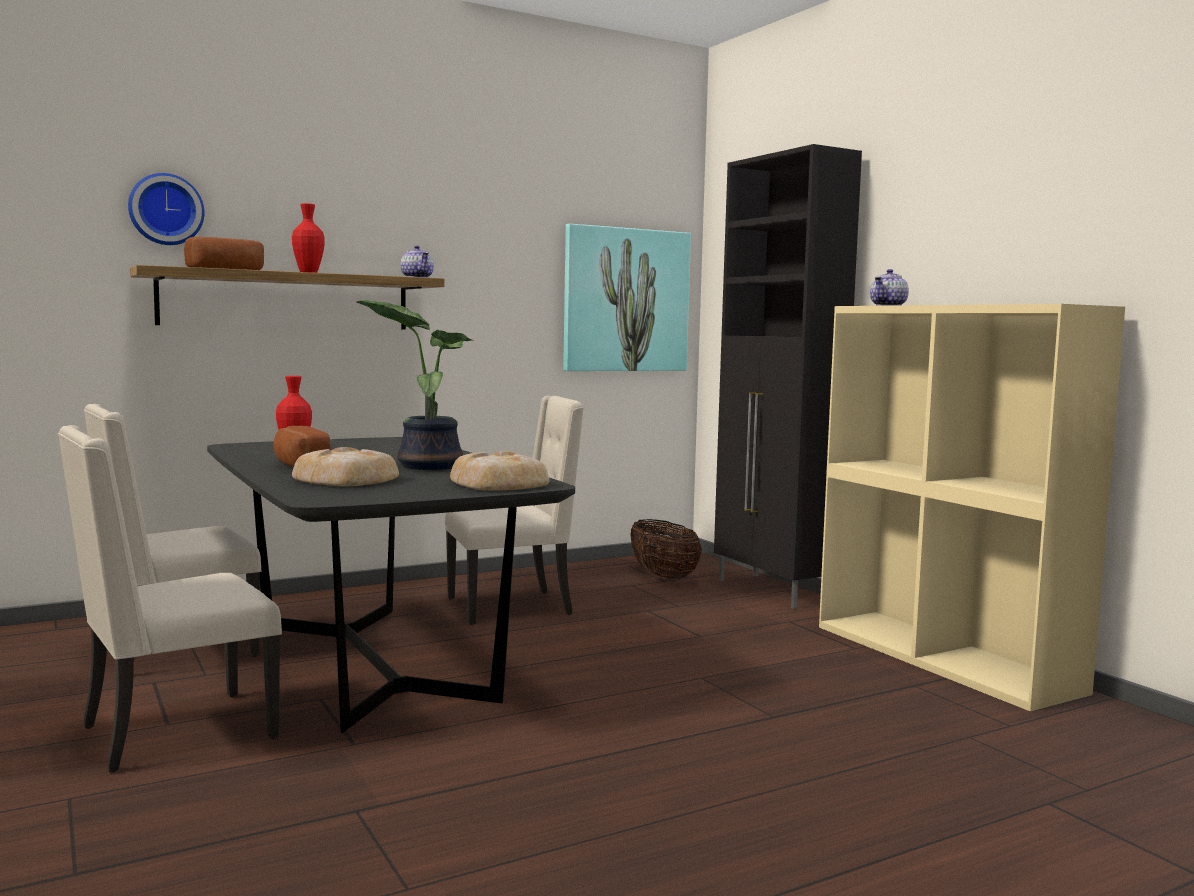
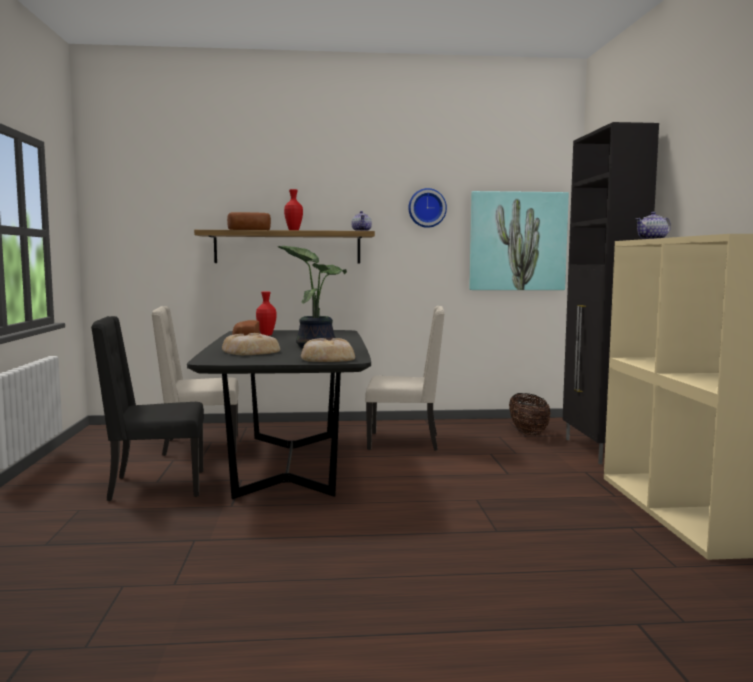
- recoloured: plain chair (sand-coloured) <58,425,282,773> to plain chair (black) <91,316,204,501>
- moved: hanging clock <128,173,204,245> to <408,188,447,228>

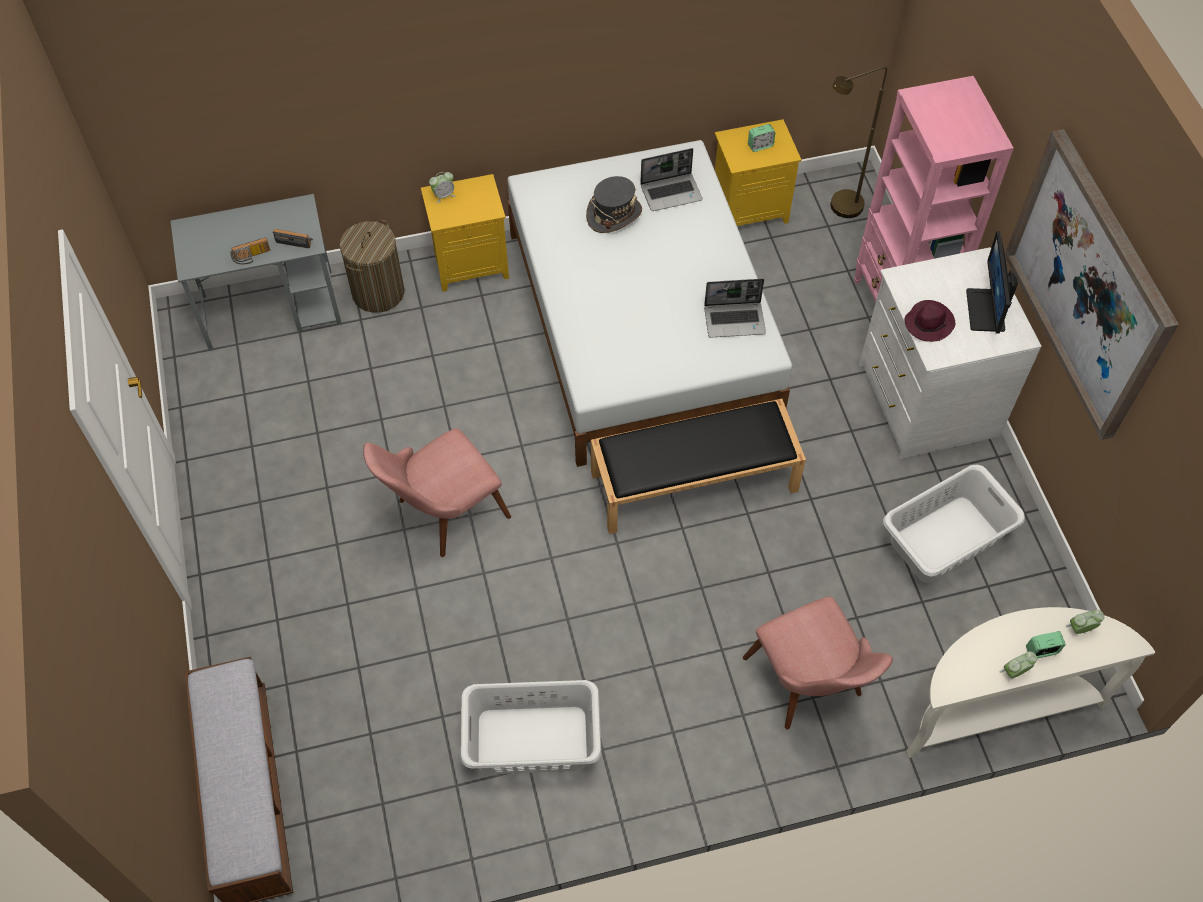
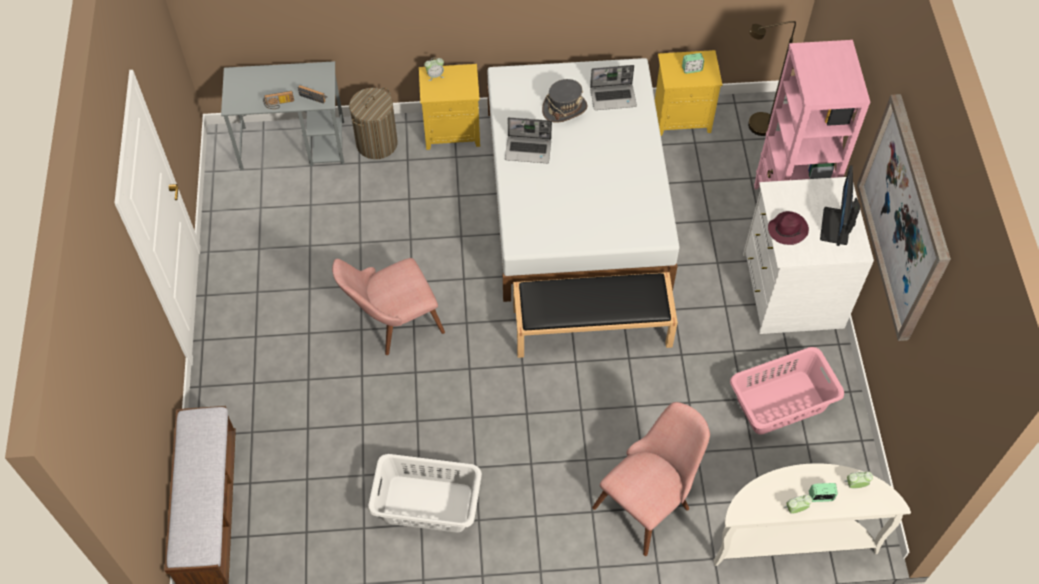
- moved: laptop <704,279,766,338> to <505,117,552,163>
- turned: plain chair (pink) <743,597,893,730> = <592,402,710,556> 120 degrees counterclockwise
- recoloured: laundry basket (white-coloured) <883,465,1025,583> to laundry basket (pink) <730,347,844,435>

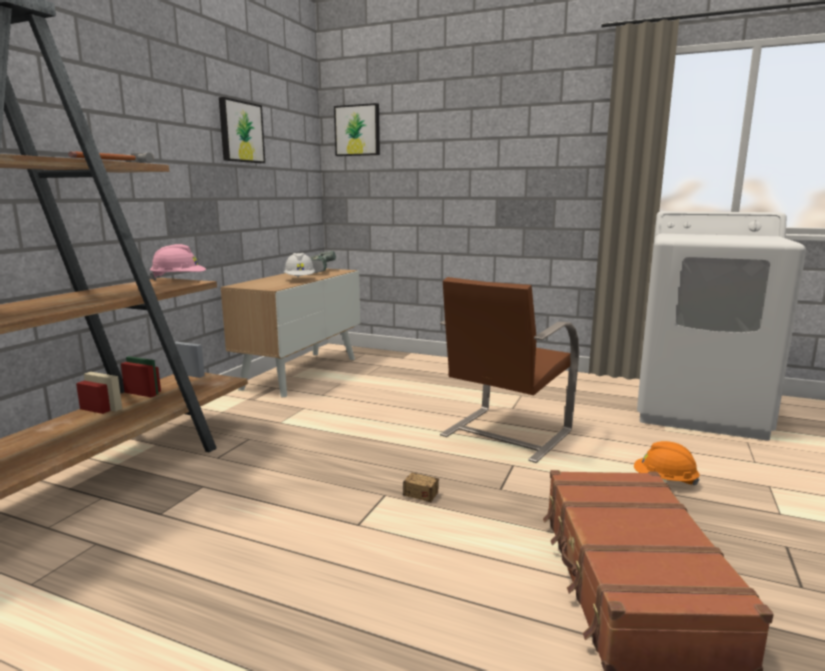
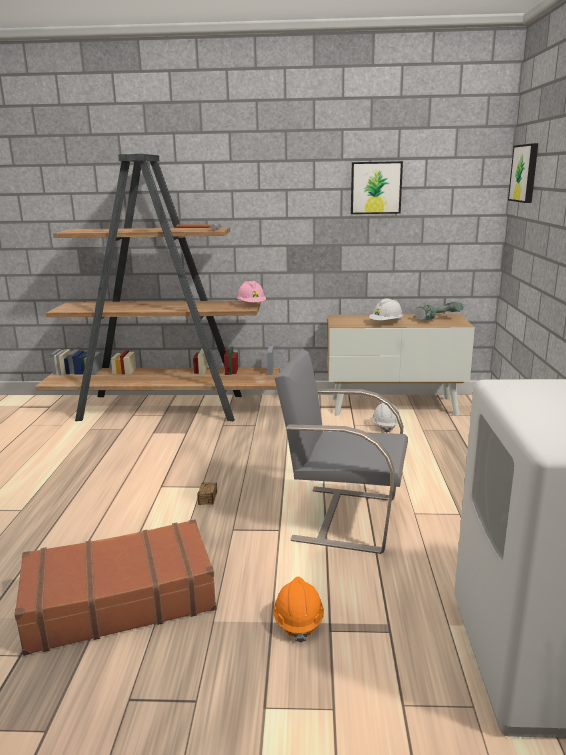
- recoloured: plain chair (brownish) <440,277,579,463> to plain chair (greyish) <275,350,408,554>
- added: hard hat (white-coloured) <372,403,399,433>

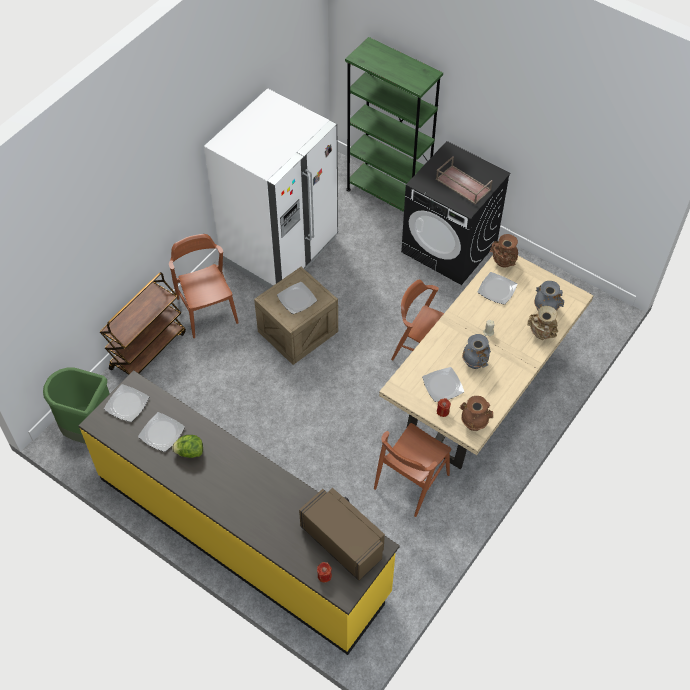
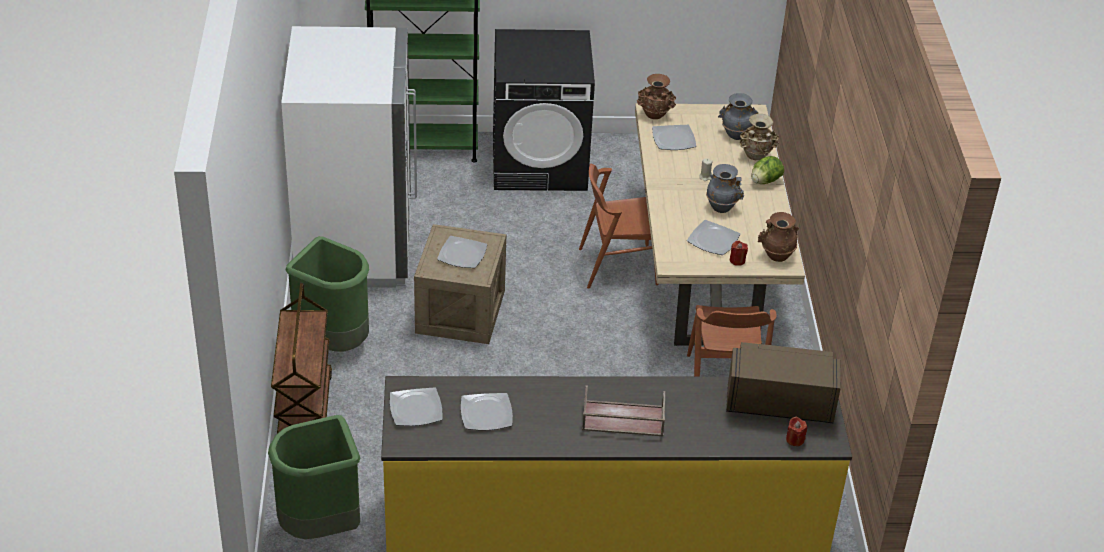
- replaced: plain chair (brownish) <169,234,239,338> to waste bin (green) <285,236,369,352>
- moved: tray (brownish) <436,156,492,205> to <582,385,665,436>
- moved: lettuce head <172,435,203,458> to <752,156,784,184>

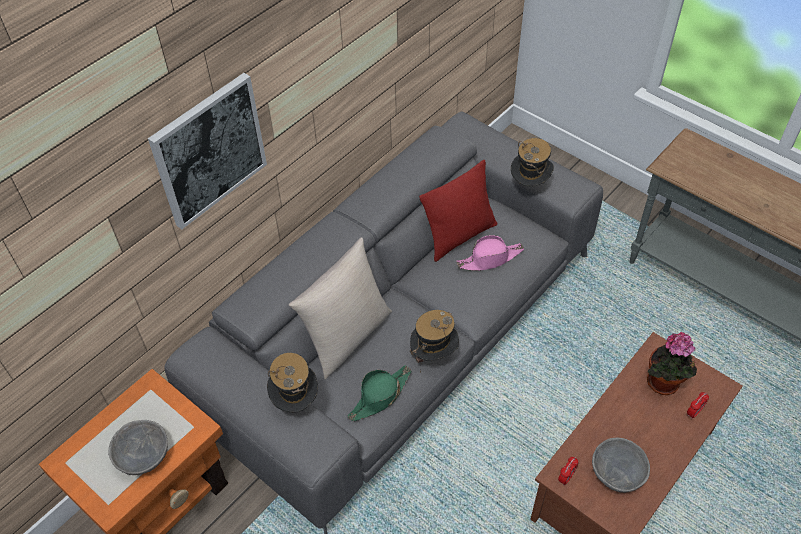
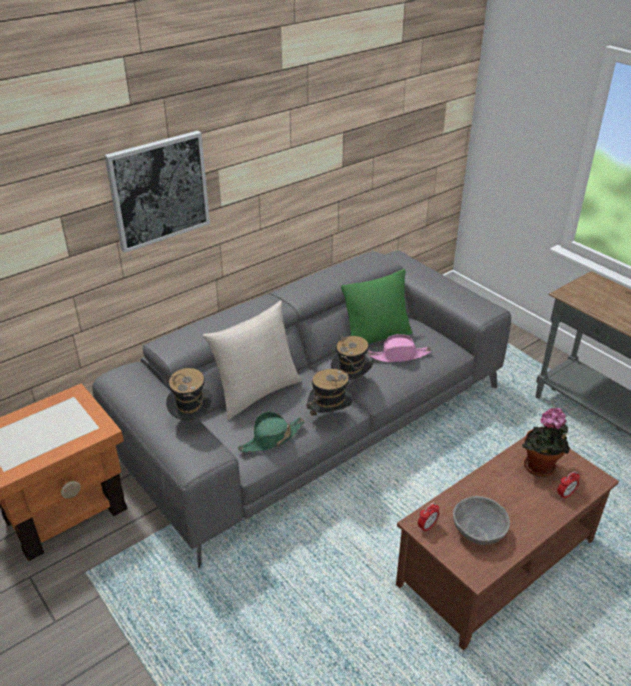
- moved: hat <511,138,554,186> to <331,335,373,380>
- recoloured: throw pillow (red-coloured) <419,160,497,262> to throw pillow (green) <341,269,412,344>
- removed: deep dish (greyish) <108,420,168,475>

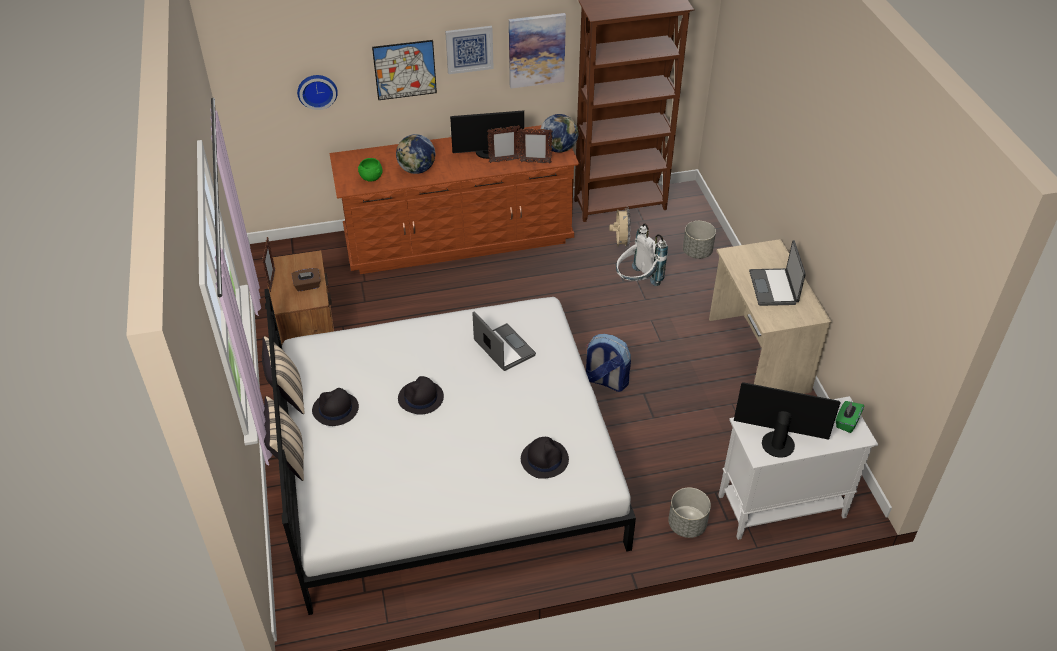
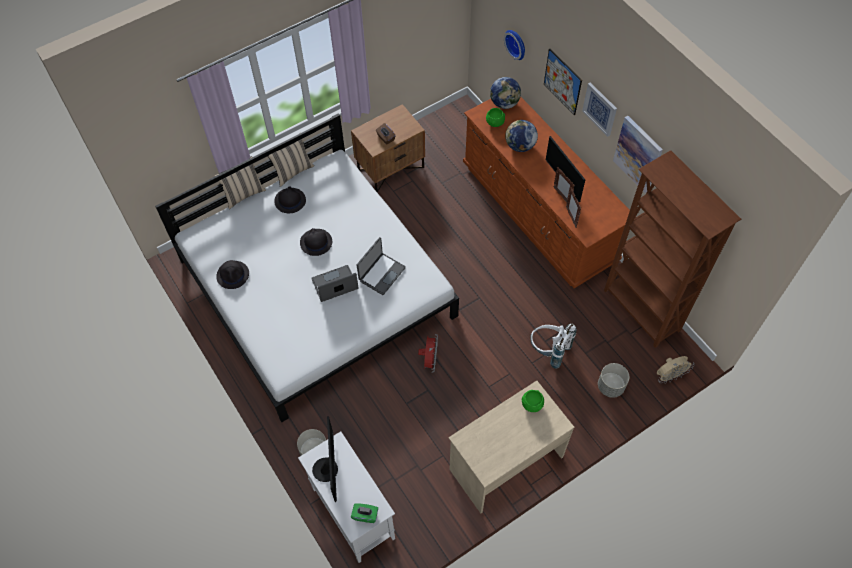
- moved: hat (black) <521,437,569,479> to <216,260,249,289>
- moved: laptop <749,240,806,306> to <311,265,358,302>
- replaced: rucksack <586,334,631,392> to fan (red-coloured) <418,334,438,373>
- moved: world globe <541,114,578,153> to <490,77,521,109>
- added: deep dish (green) <522,390,544,412>
- moved: fan (sand-coloured) <609,207,631,249> to <657,356,694,384>
- removed: photo frame <262,237,275,292>

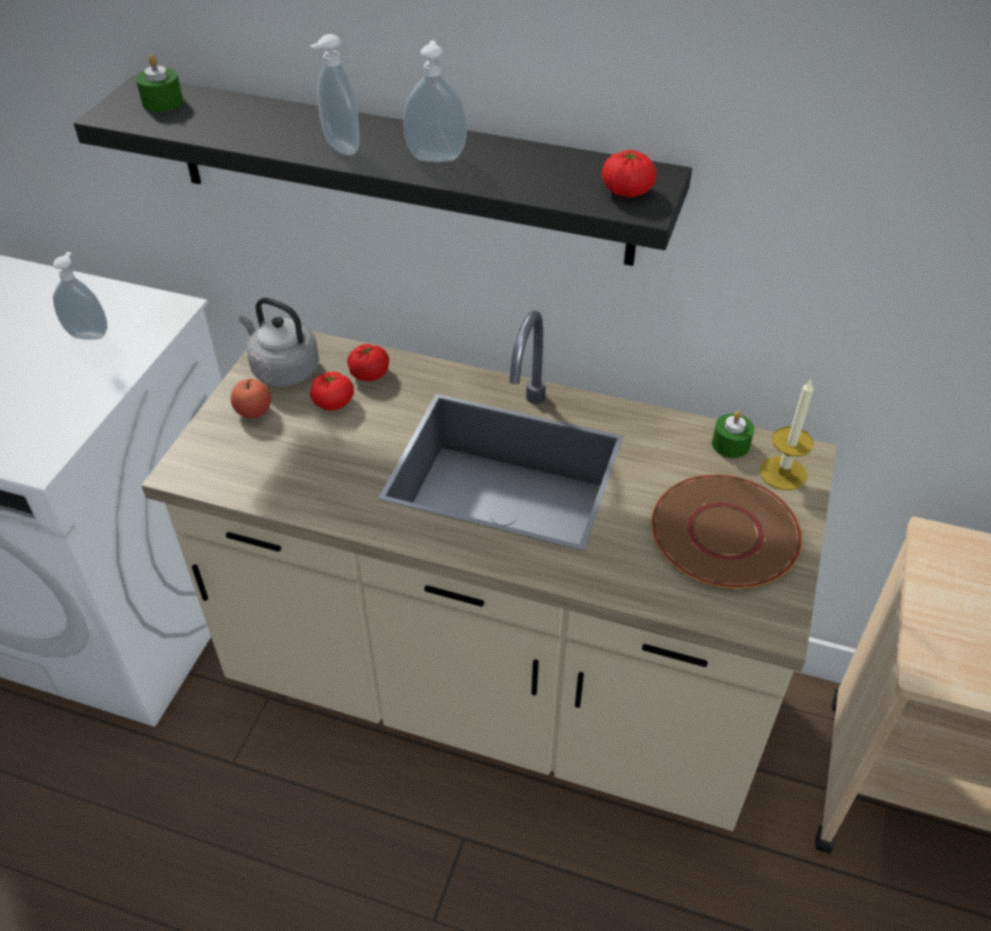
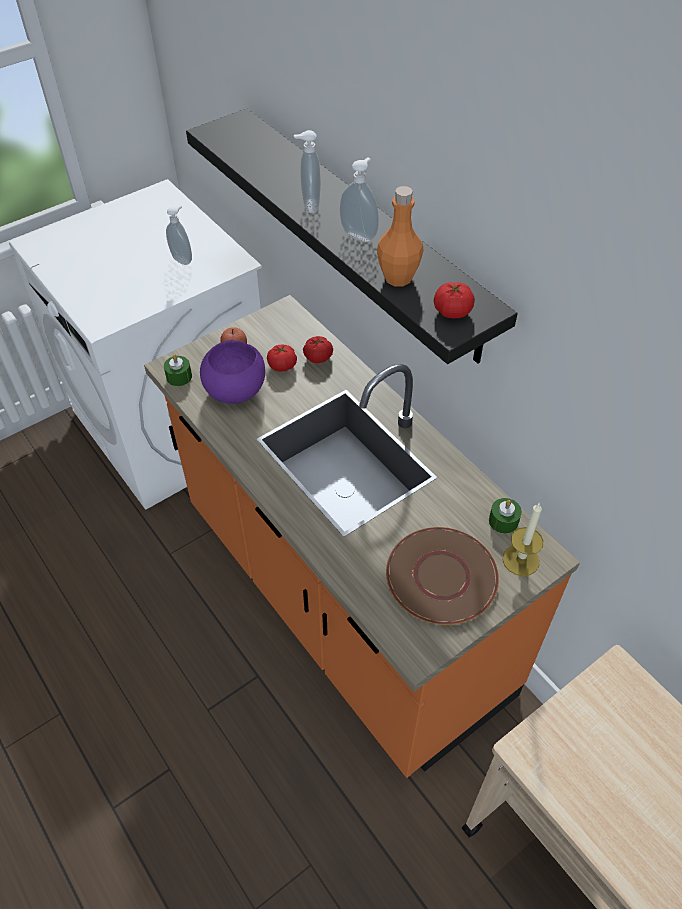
- recoloured: kitchen counter (sand-coloured) <141,310,837,831> to kitchen counter (orange) <144,295,580,778>
- moved: wax light (green) <136,55,183,112> to <164,354,192,386>
- added: deep dish (purplish) <200,340,265,404>
- added: drink bottle (orange) <377,186,424,286>
- removed: kettle (greyish) <239,298,319,386>

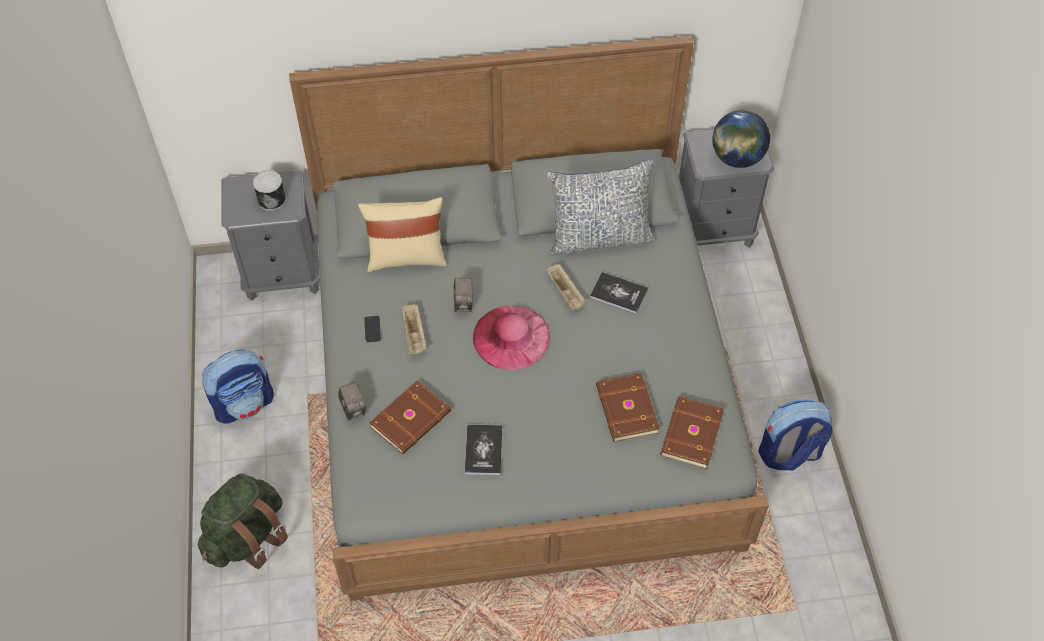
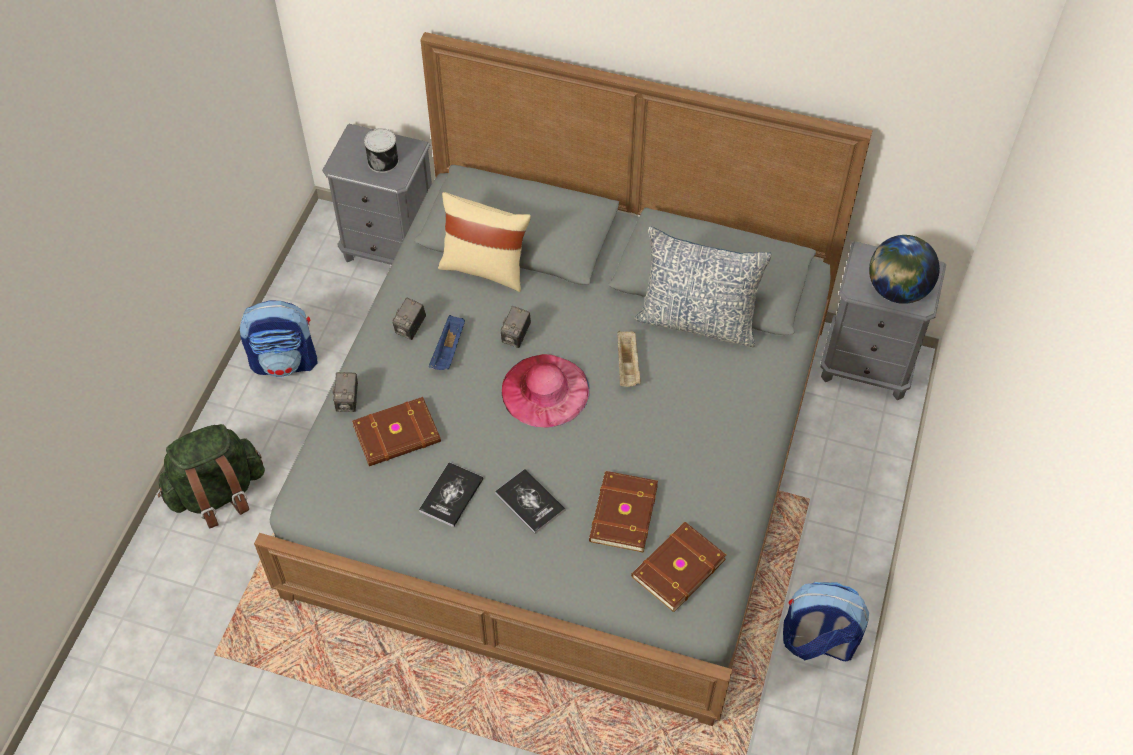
- replaced: handset <364,316,381,342> to still camera <392,298,426,340>
- recoloured: tray (sand-coloured) <402,304,427,354> to tray (blue) <429,315,465,370>
- moved: bound book <590,272,648,314> to <495,469,565,534>

